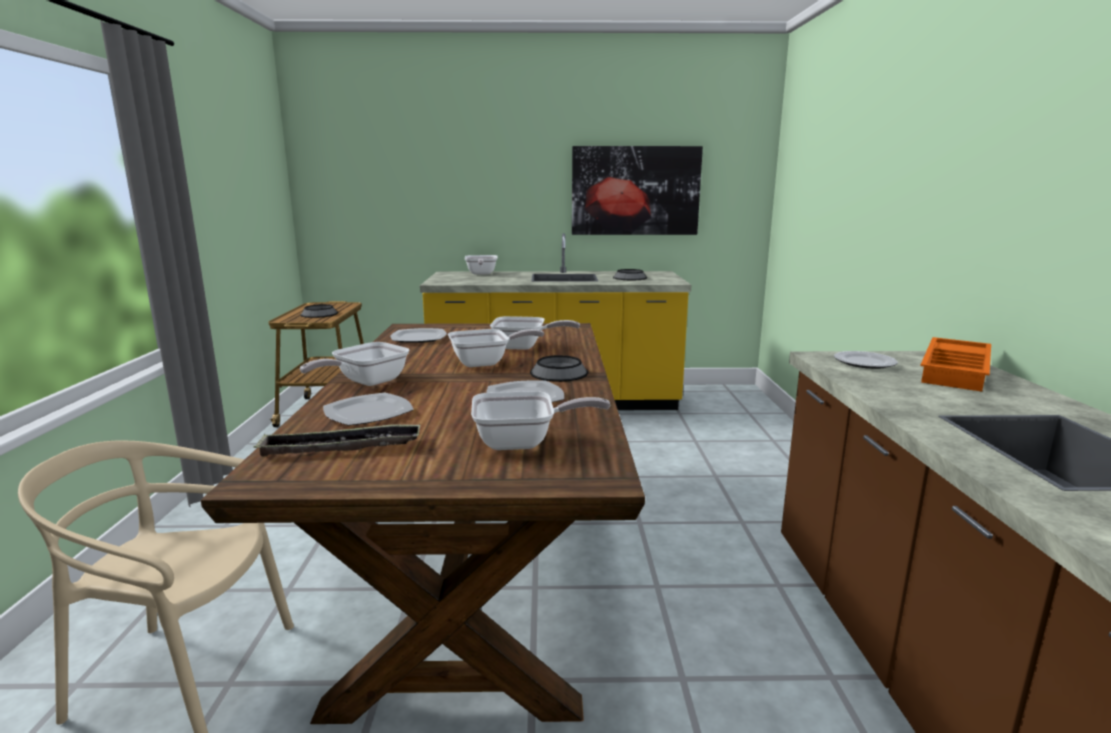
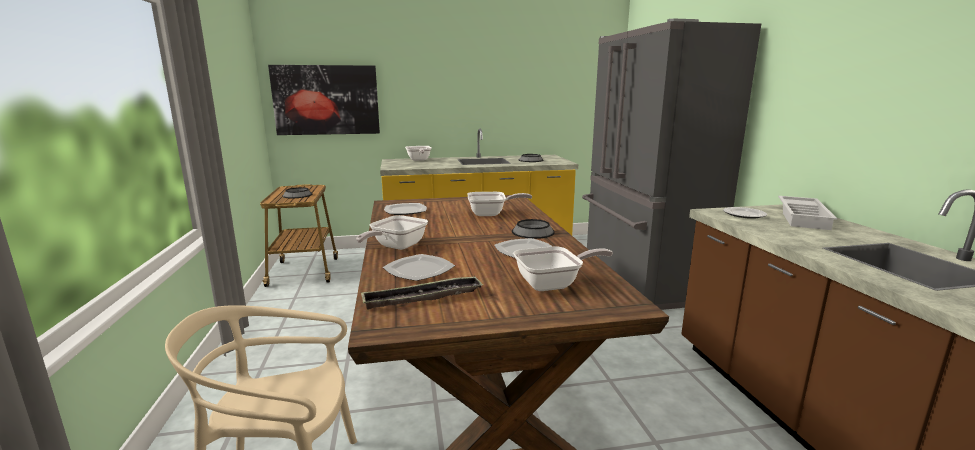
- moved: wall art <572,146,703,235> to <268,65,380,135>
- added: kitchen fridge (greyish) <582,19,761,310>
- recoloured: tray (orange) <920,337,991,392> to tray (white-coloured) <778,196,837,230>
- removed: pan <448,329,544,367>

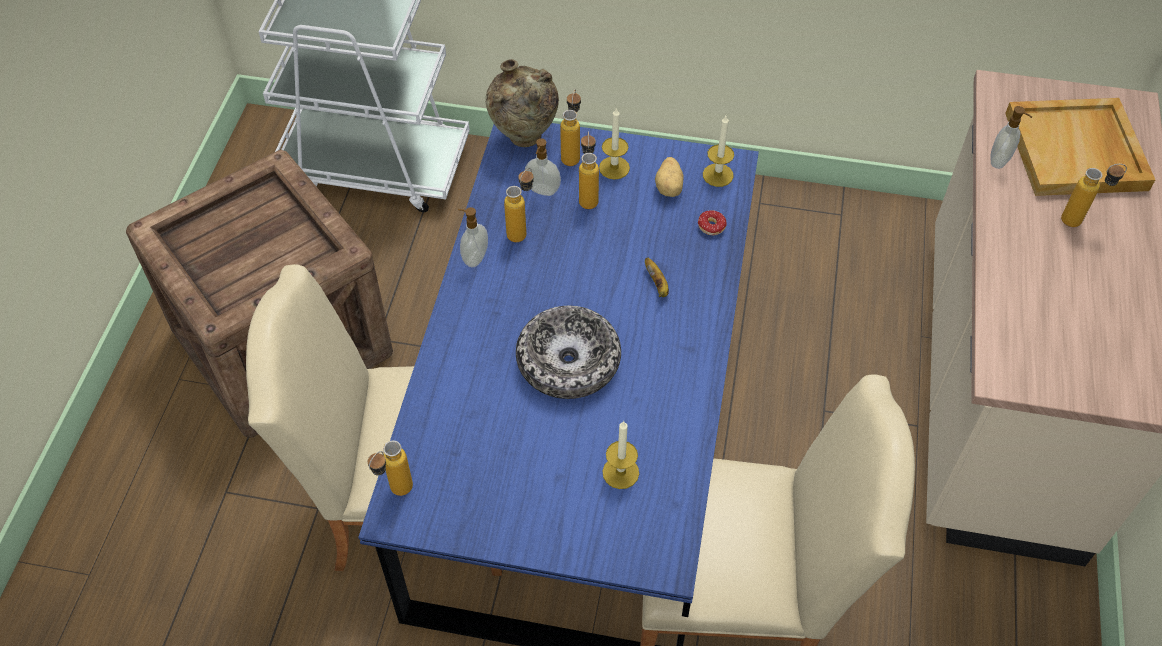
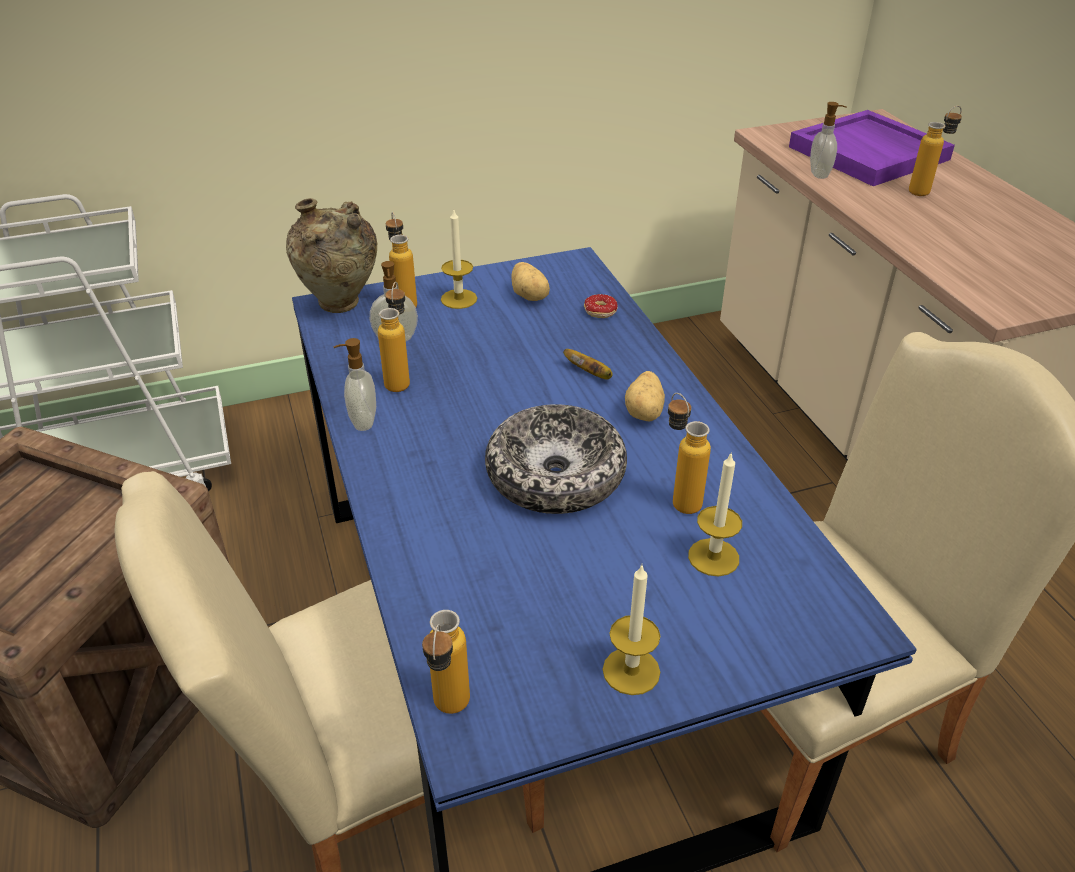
- moved: wax light <703,116,734,187> to <603,565,660,695>
- added: potato <625,371,665,421>
- moved: drink bottle <579,131,599,209> to <668,393,711,514>
- recoloured: tray (sand-coloured) <1005,98,1155,196> to tray (purplish) <789,110,955,186>

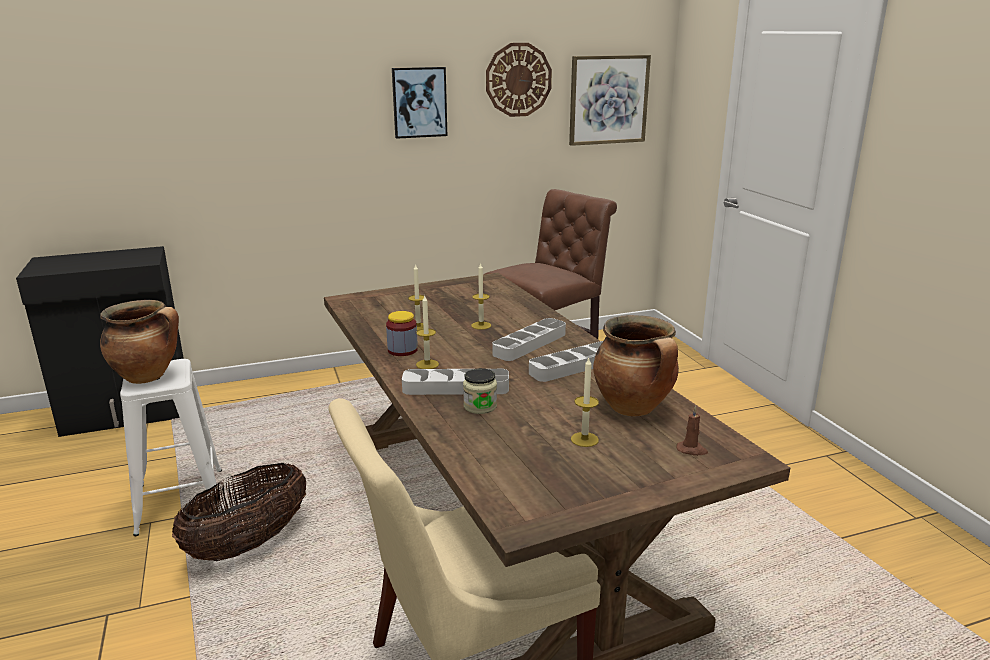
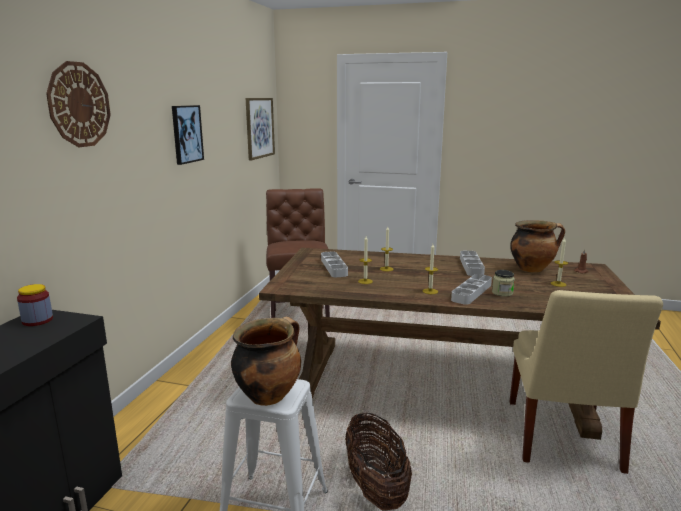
- moved: jar <386,311,418,356> to <17,284,53,326>
- moved: hanging clock <486,43,552,117> to <46,61,111,147>
- moved: tray (greyish) <492,318,566,361> to <321,251,348,277>

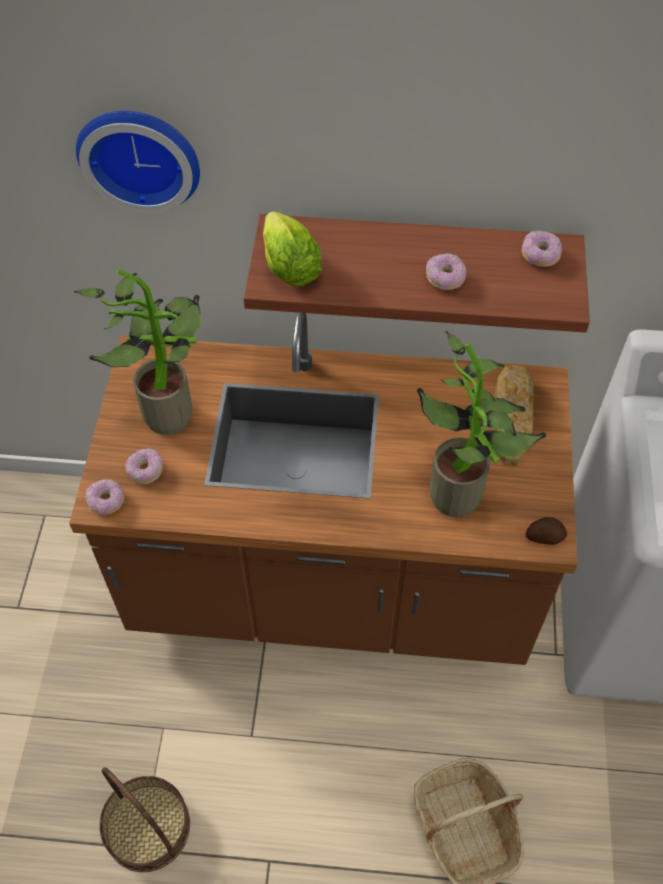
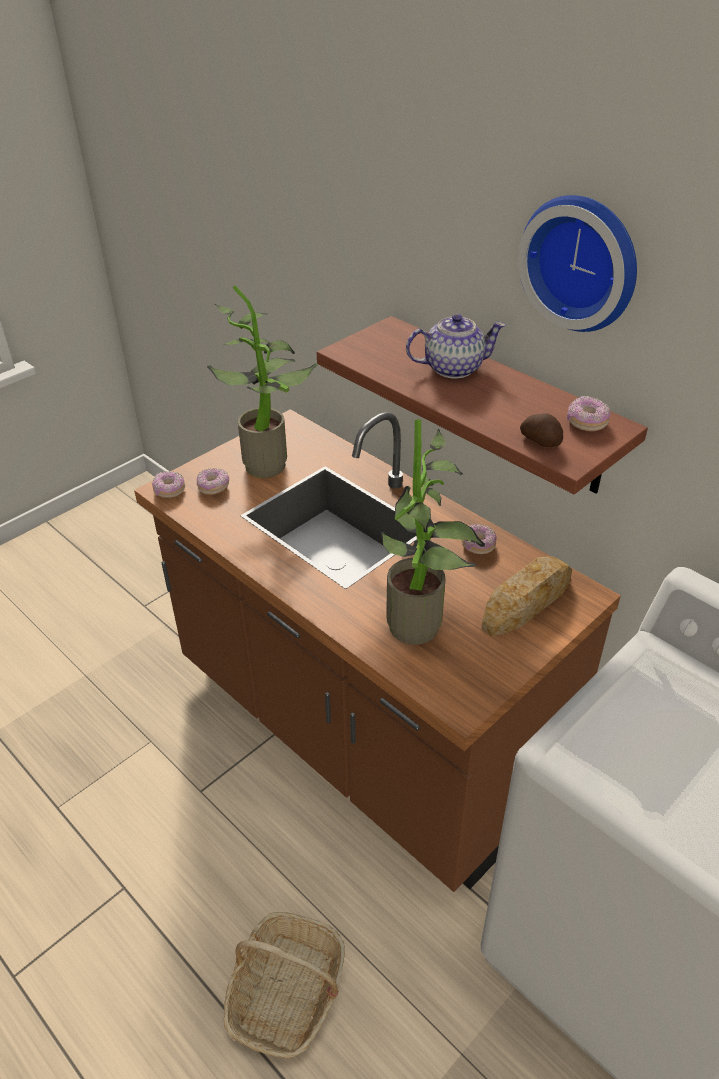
- added: pot for tea <406,314,506,379>
- moved: doughnut <426,253,466,291> to <461,524,496,554>
- moved: hanging clock <76,111,200,213> to <518,195,637,332>
- moved: potato <525,517,567,545> to <520,413,563,447>
- removed: household basket <100,767,190,872>
- removed: lettuce head <263,211,322,287>

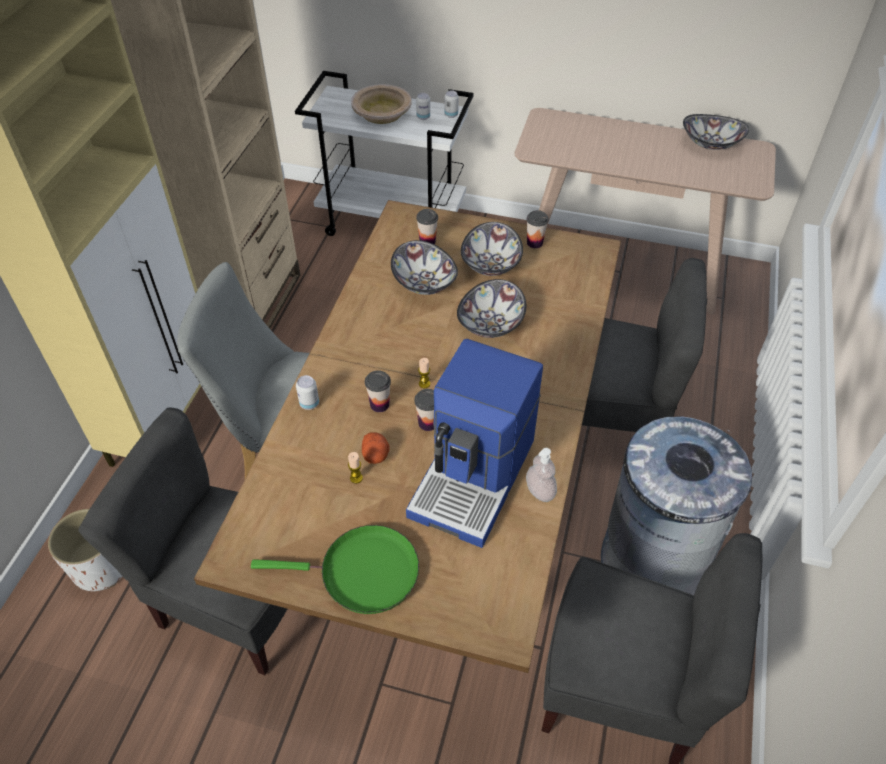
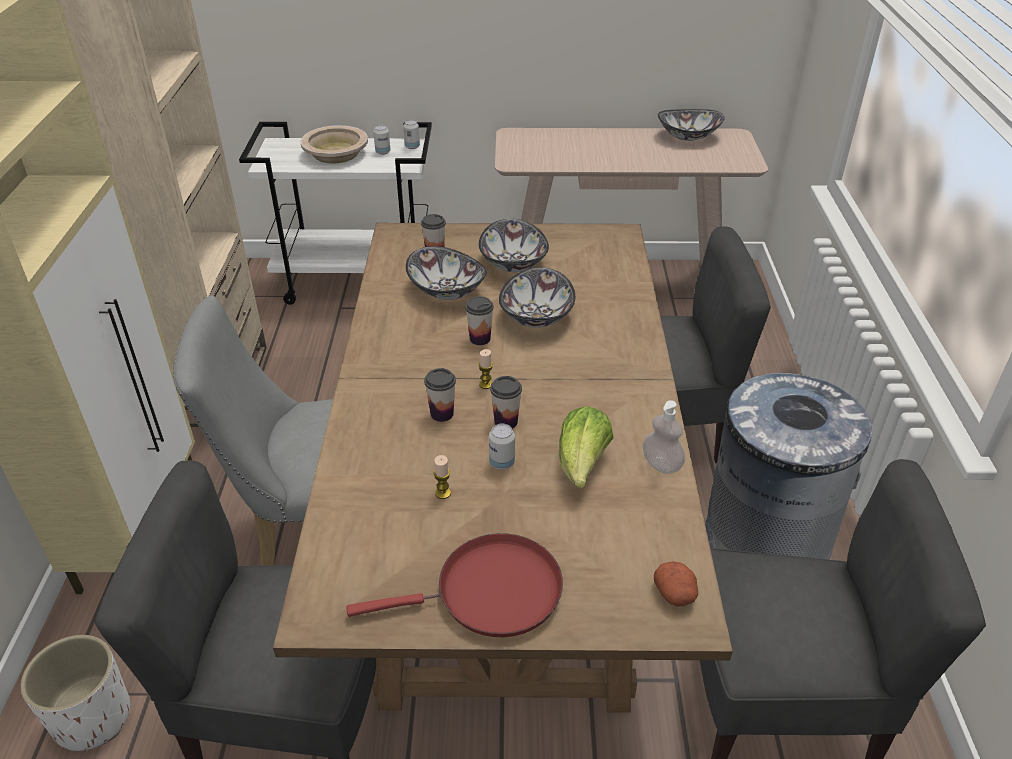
- recoloured: pan (green) <251,525,419,614> to pan (red-coloured) <346,533,563,637>
- moved: small cup <527,210,548,248> to <465,296,494,345>
- moved: can <296,375,319,410> to <489,424,515,470>
- replaced: coffee maker <406,339,543,548> to lettuce head <559,406,613,488>
- moved: potato <362,432,390,464> to <654,561,698,607>

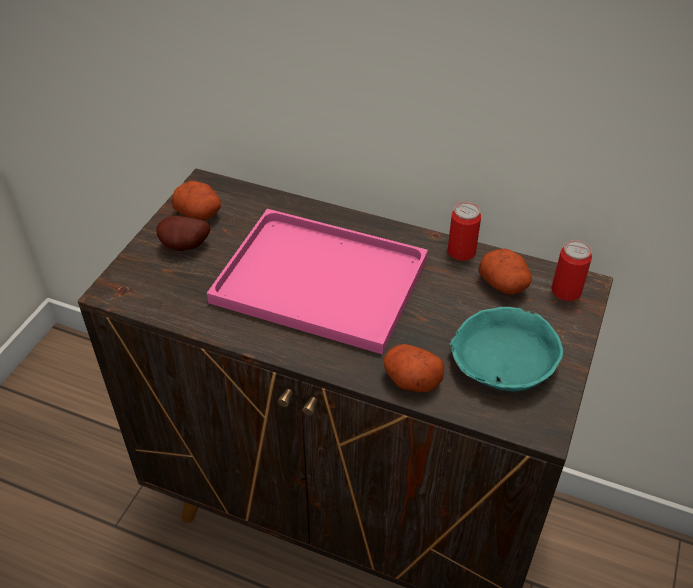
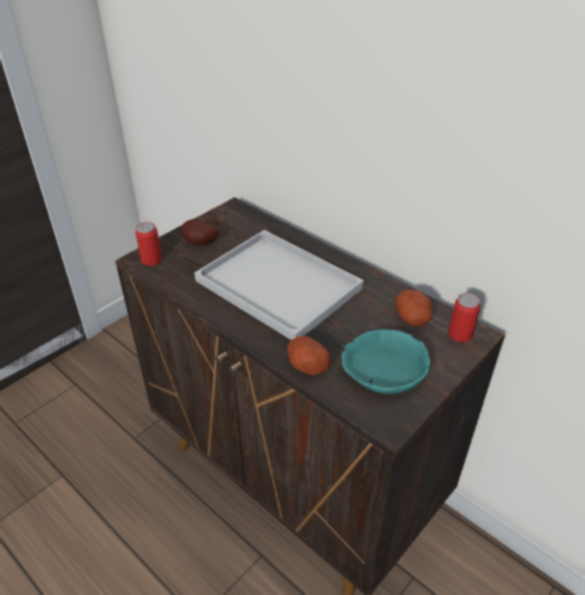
- moved: can <447,202,481,261> to <135,222,162,266>
- recoloured: tray (pink) <207,209,428,355> to tray (white-coloured) <194,230,364,340>
- removed: potato <172,181,221,220>

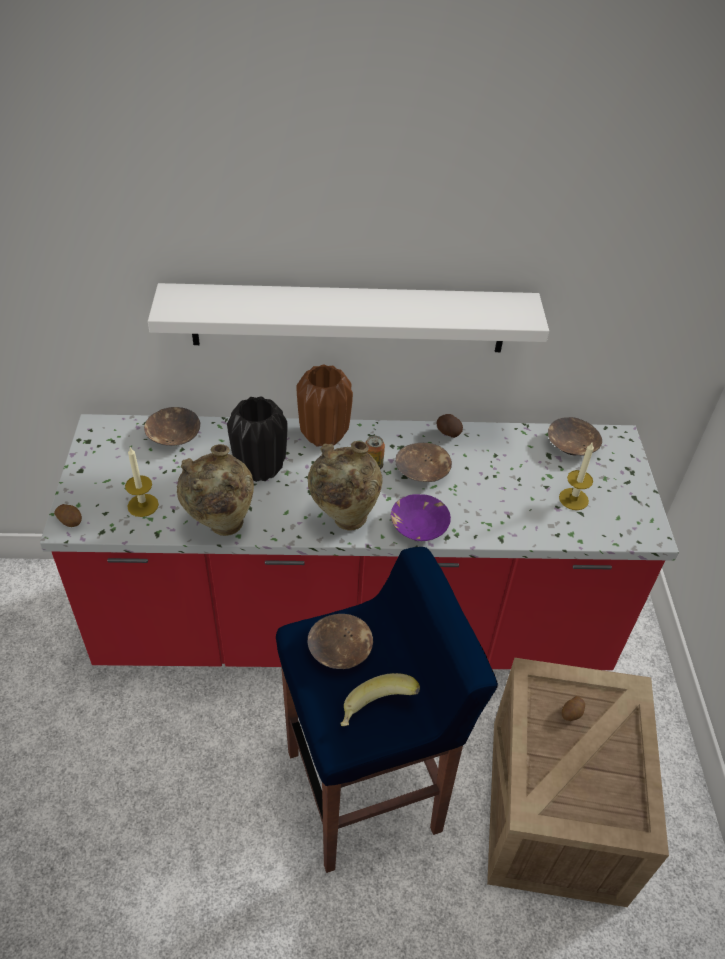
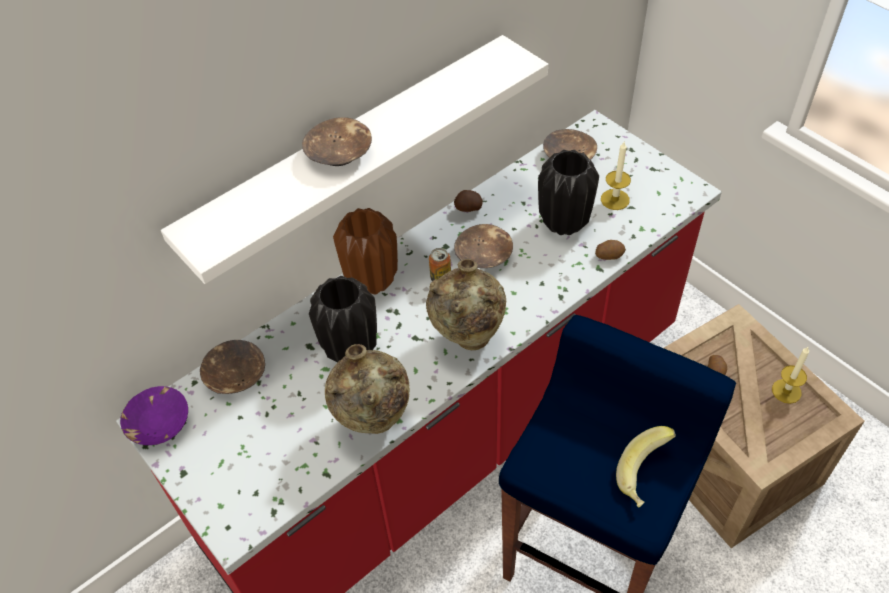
- moved: deep dish (purplish) <391,494,451,541> to <120,386,188,445>
- moved: deep dish (brownish) <308,614,373,669> to <302,117,372,166>
- added: decorative vase (black) <538,150,599,235>
- moved: potato <54,504,82,527> to <595,240,626,260>
- moved: wax light <125,447,159,517> to <772,347,809,404>

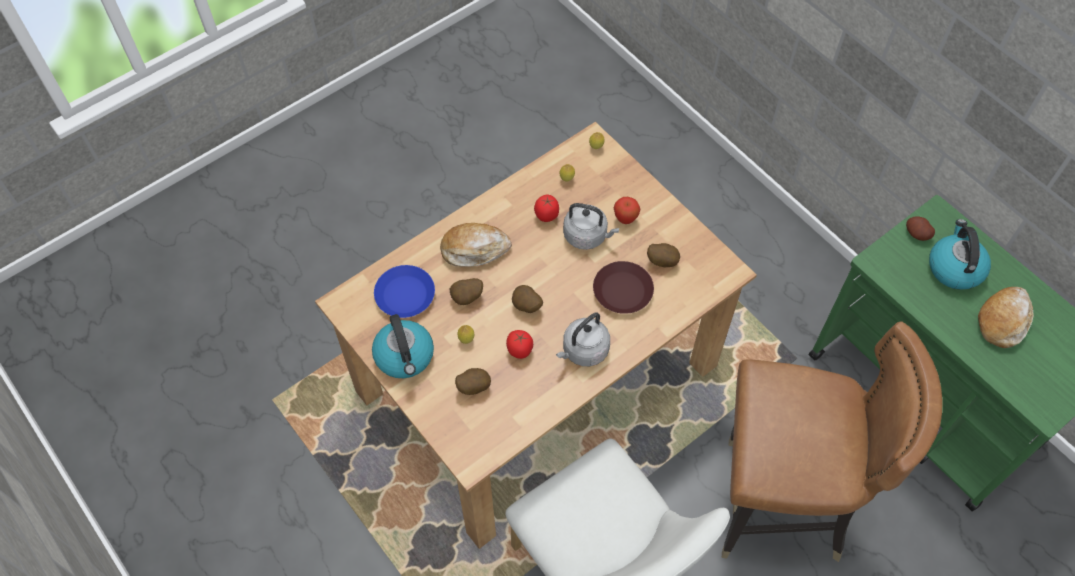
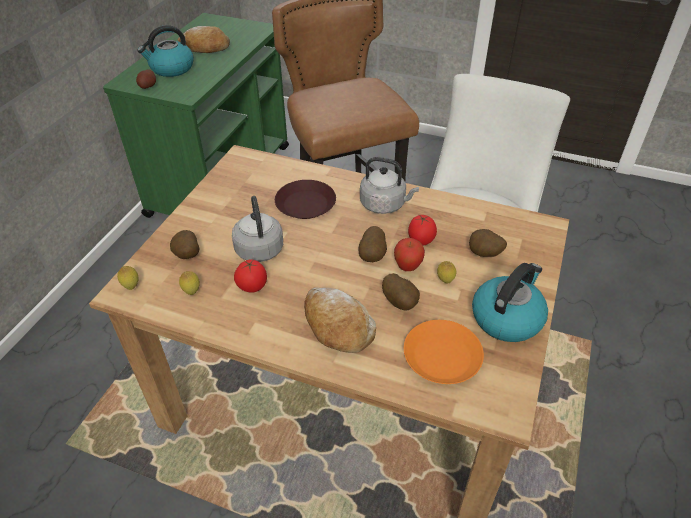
- moved: potato <647,243,680,267> to <170,230,200,259>
- moved: apple <614,197,640,224> to <394,238,425,271>
- recoloured: flat dish (blue) <374,265,435,318> to flat dish (orange) <404,320,484,384>

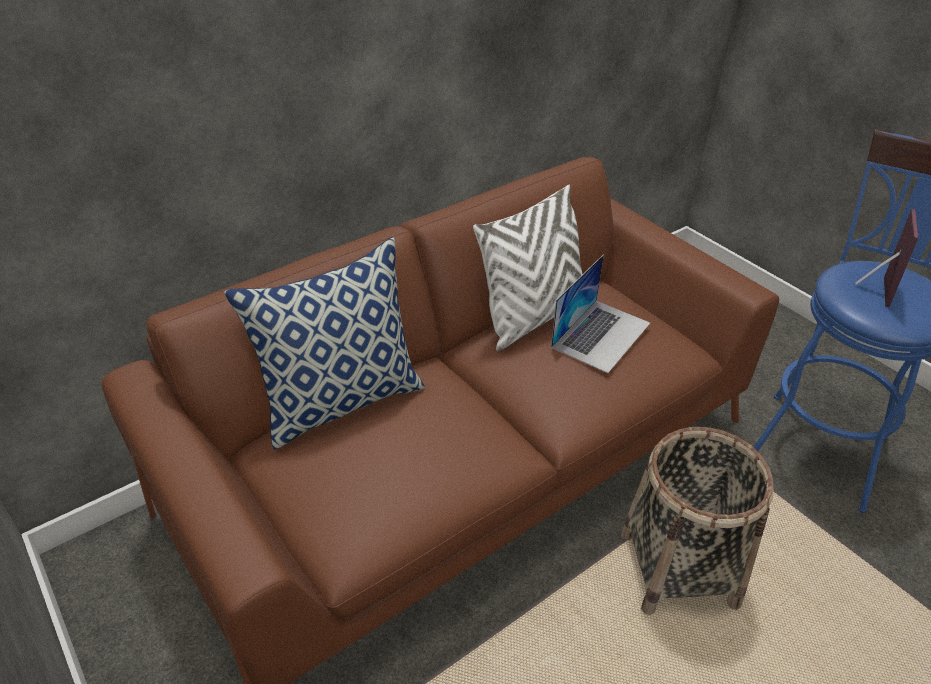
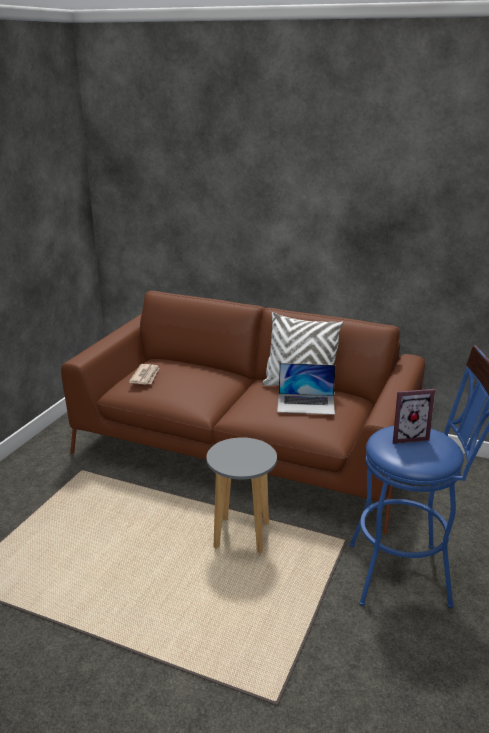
- added: newspaper <129,364,160,384>
- replaced: household basket <621,427,774,615> to sitting stool (greyish) <206,437,277,554>
- removed: throw pillow <224,237,425,450>

